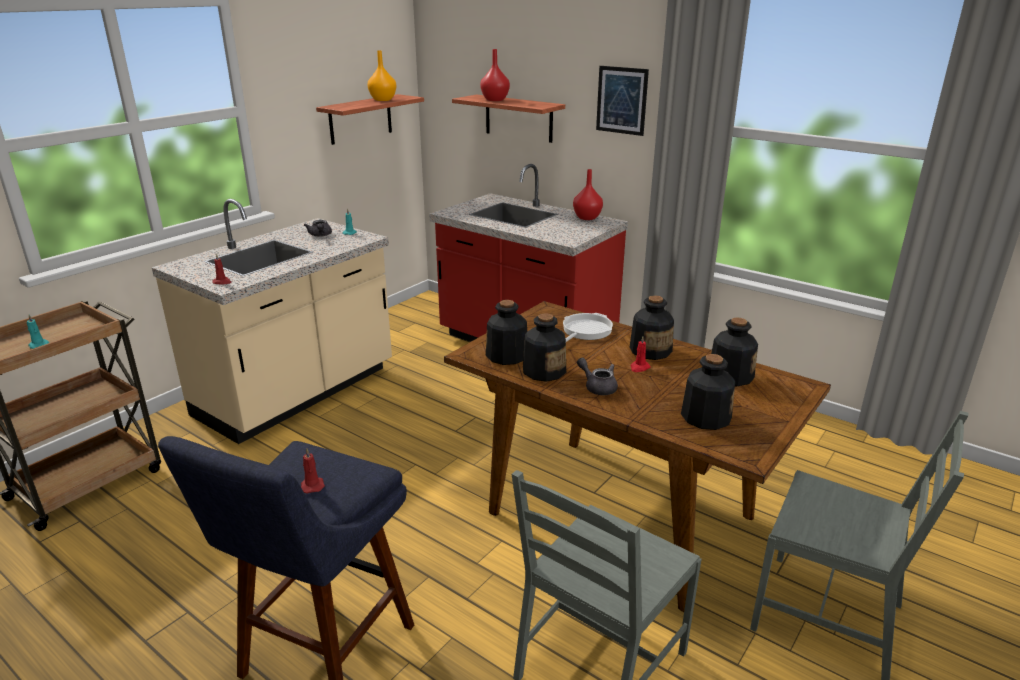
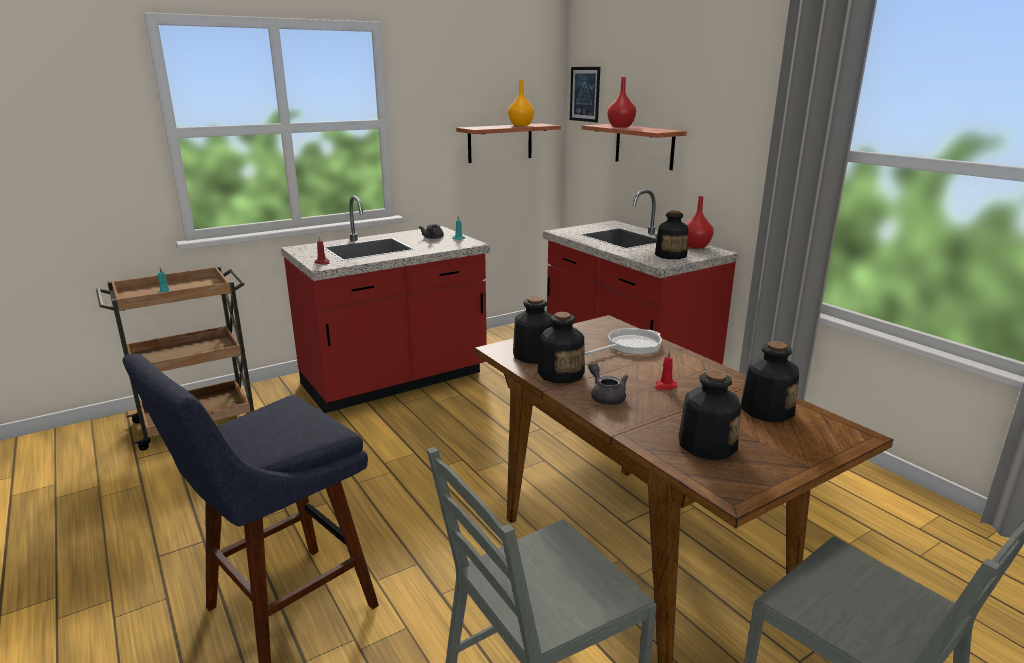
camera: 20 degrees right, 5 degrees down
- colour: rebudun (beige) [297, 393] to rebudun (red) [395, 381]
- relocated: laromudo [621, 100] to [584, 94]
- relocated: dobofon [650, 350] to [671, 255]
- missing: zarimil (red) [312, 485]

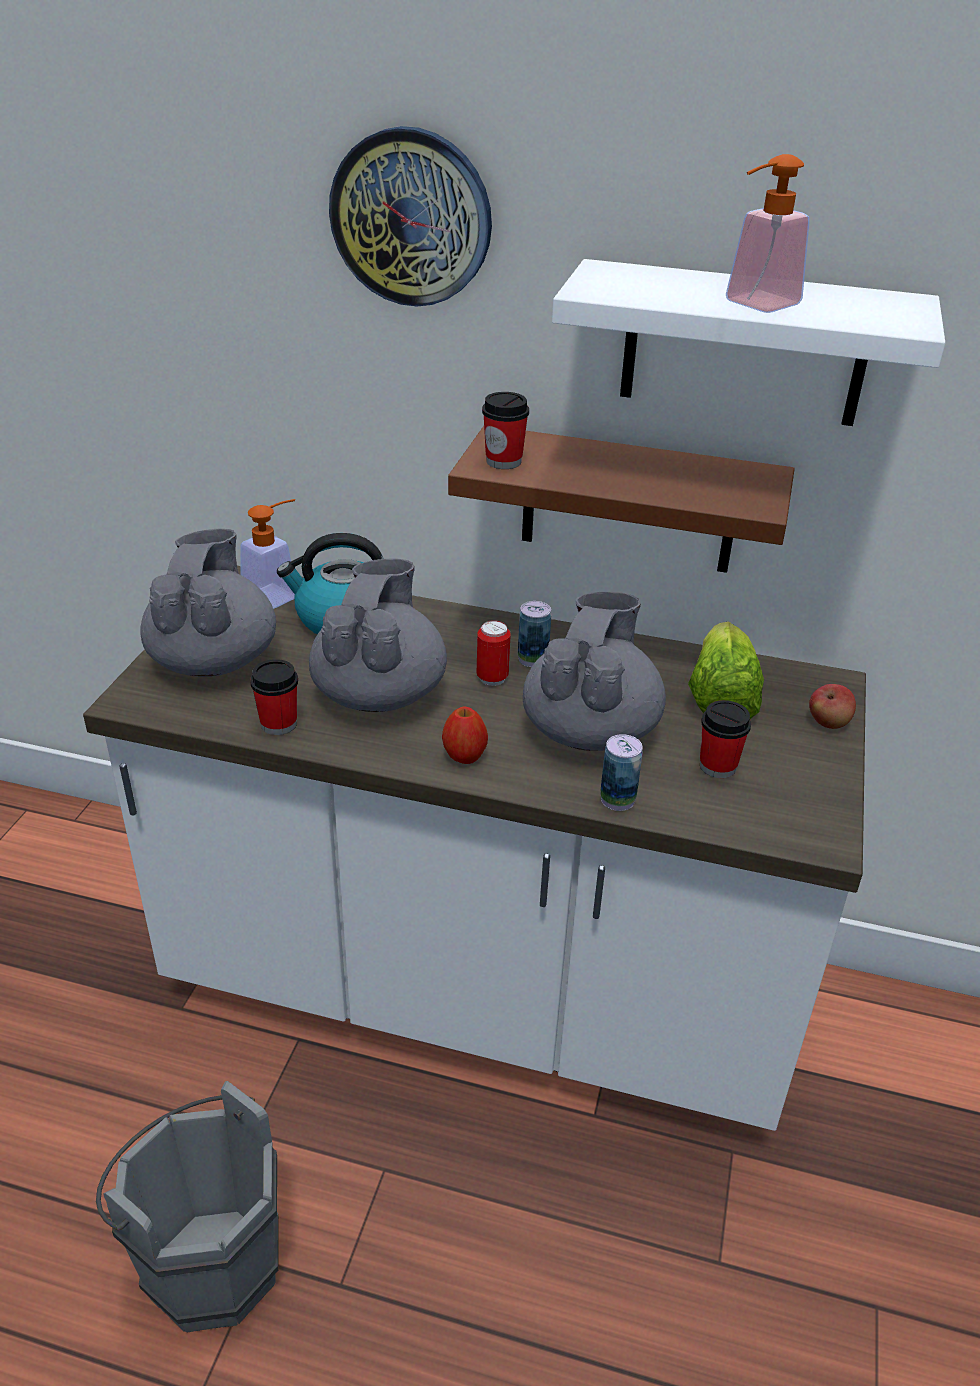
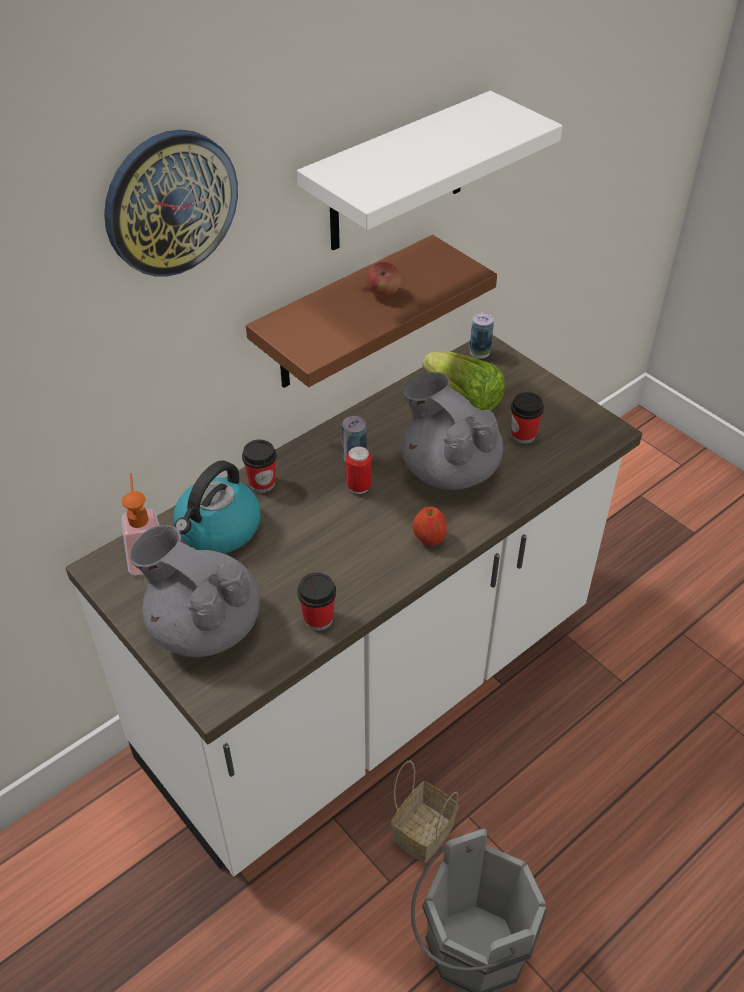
camera: 55 degrees left, 10 degrees up
- relocated: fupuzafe [503, 461] to [262, 483]
- relocated: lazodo [828, 723] to [383, 293]
- appeared: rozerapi [423, 830]
- relocated: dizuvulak [617, 799] to [479, 352]
- missing: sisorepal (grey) [379, 693]
- missing: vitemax [754, 306]

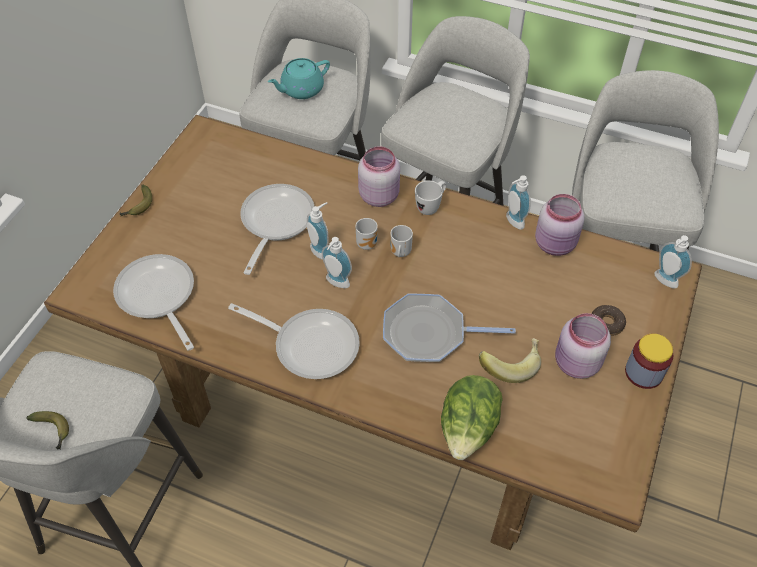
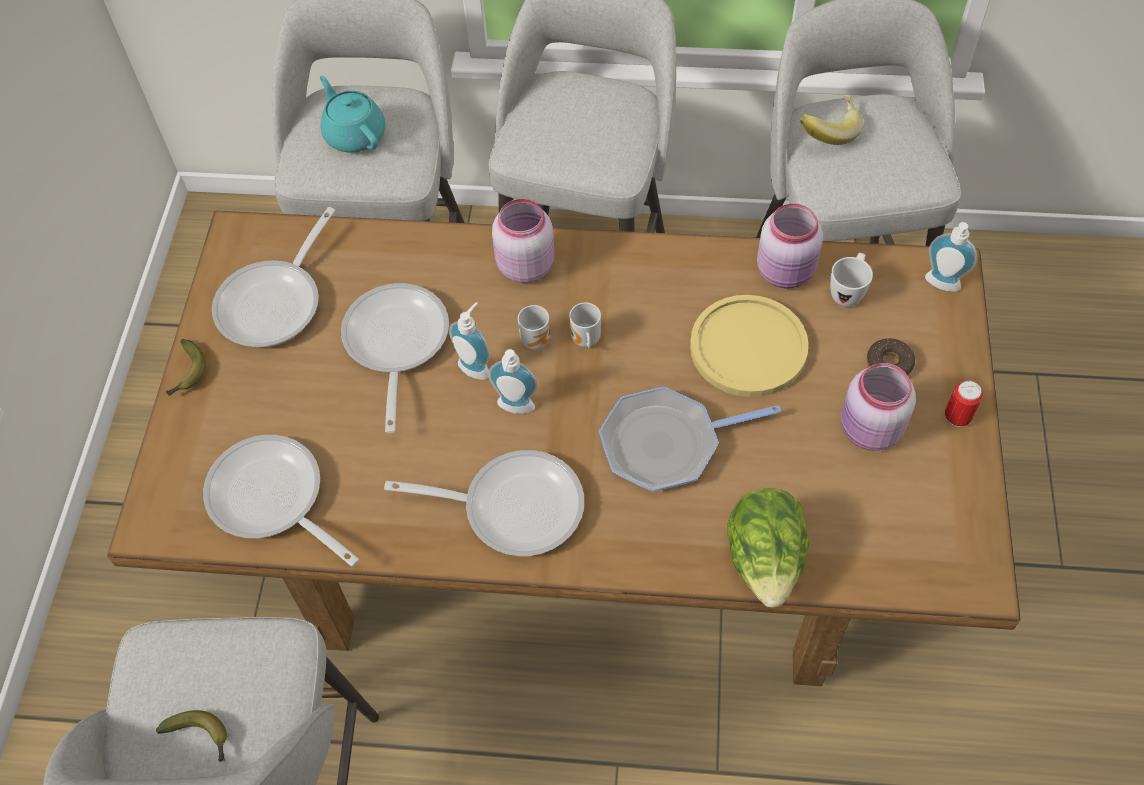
camera: 15 degrees left, 5 degrees up
- appeared: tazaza [276, 302]
- spun: sisorepal (turquoise) [301, 90] = [354, 134] 105 degrees clockwise
- appeared: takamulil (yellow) [748, 347]
- relocated: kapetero [509, 365] to [828, 131]
- relocated: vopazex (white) [431, 206] to [848, 291]
- exchanged: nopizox [643, 372] to dizuvulak [957, 417]
- missing: vitemax [512, 222]

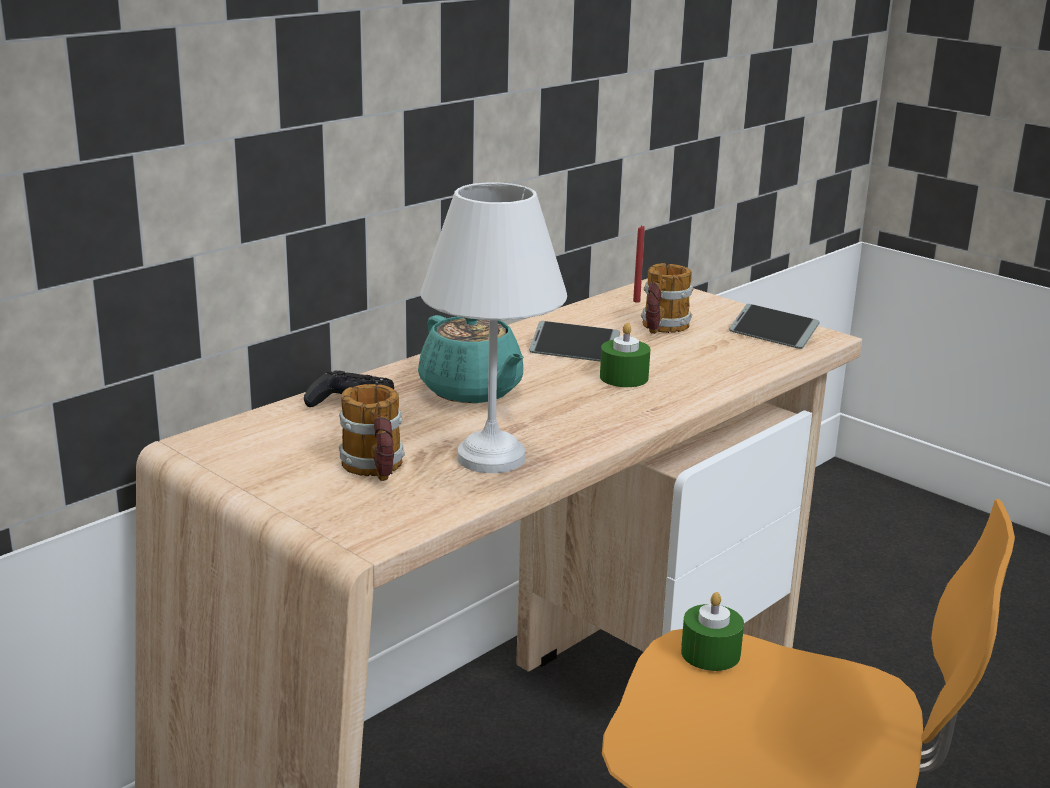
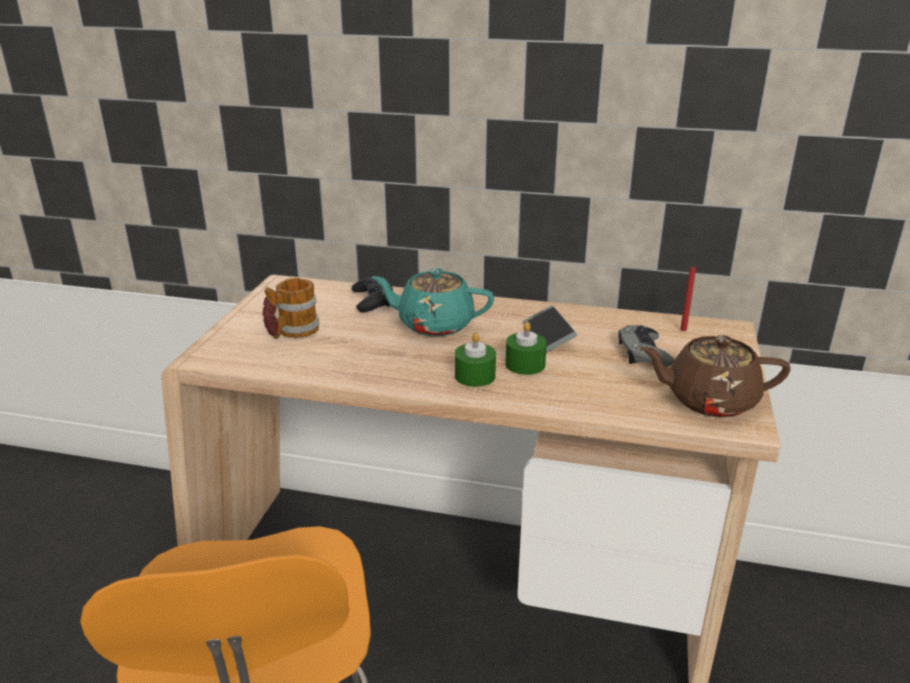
camera: 60 degrees right, 5 degrees up
- spun: sisorepal (turquoise) [472, 391] = [434, 324] 75 degrees clockwise
- relocated: zarimil (green) [710, 653] to [475, 376]
- exchanged: vopazex [661, 328] to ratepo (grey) [643, 353]
- exchanged: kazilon [772, 335] to sisorepal (brown) [709, 400]
- missing: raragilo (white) [491, 459]

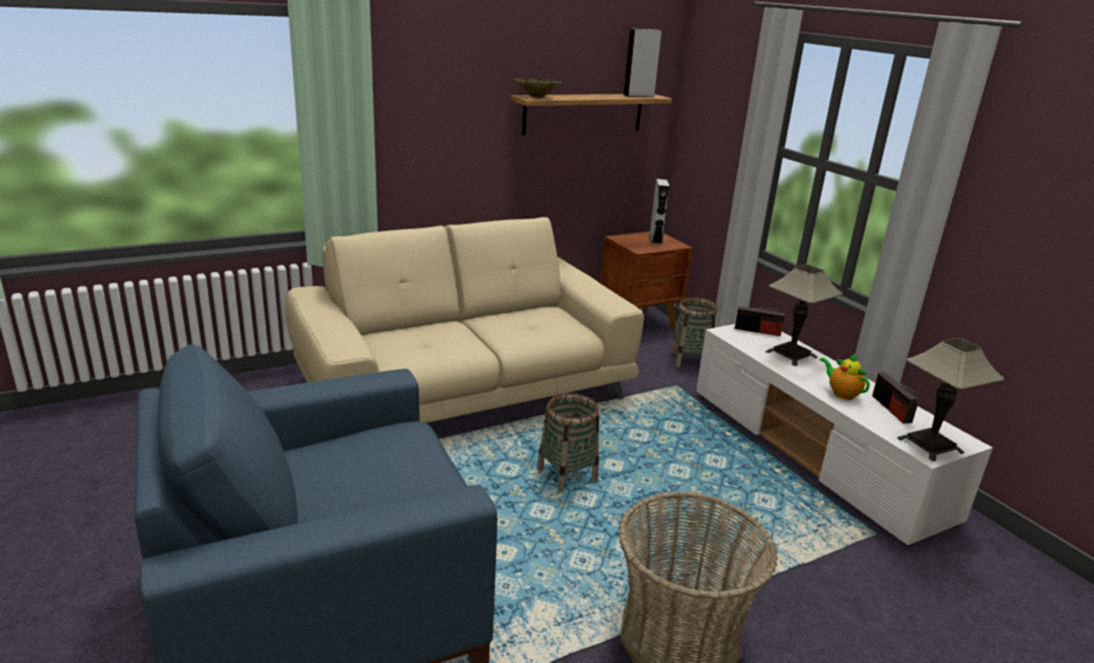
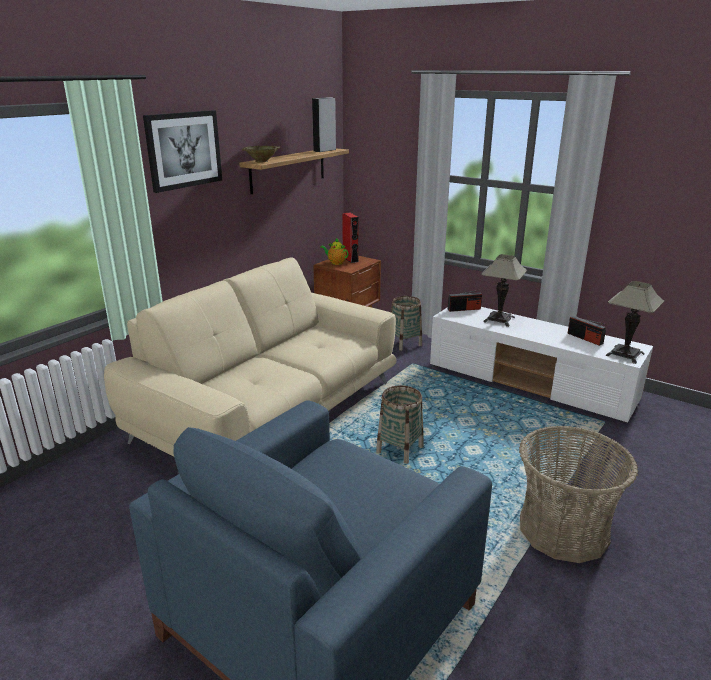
camera: 25 degrees left, 0 degrees up
- appeared: laromudo [184, 150]
- relocated: sisorepal [841, 394] to [335, 262]
- colour: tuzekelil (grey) [655, 239] to tuzekelil (red) [350, 259]

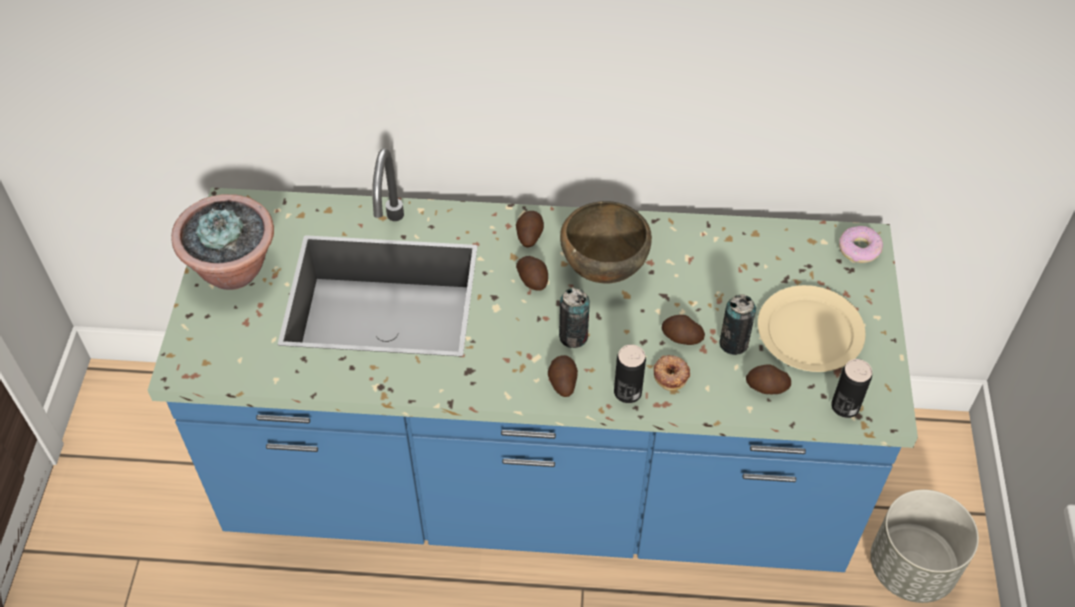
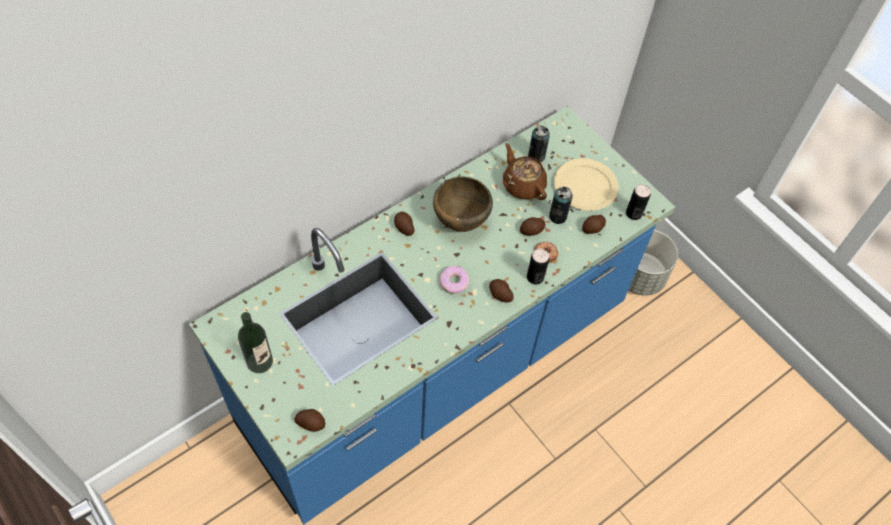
camera: 45 degrees left, 5 degrees up
- exchanged: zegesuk [234, 270] to dobofon [259, 362]
- relocated: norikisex [532, 279] to [310, 423]
- relocated: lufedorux [859, 249] to [454, 282]
- appeared: sisorepal (brown) [523, 185]
- relocated: dizuvulak [573, 336] to [536, 156]

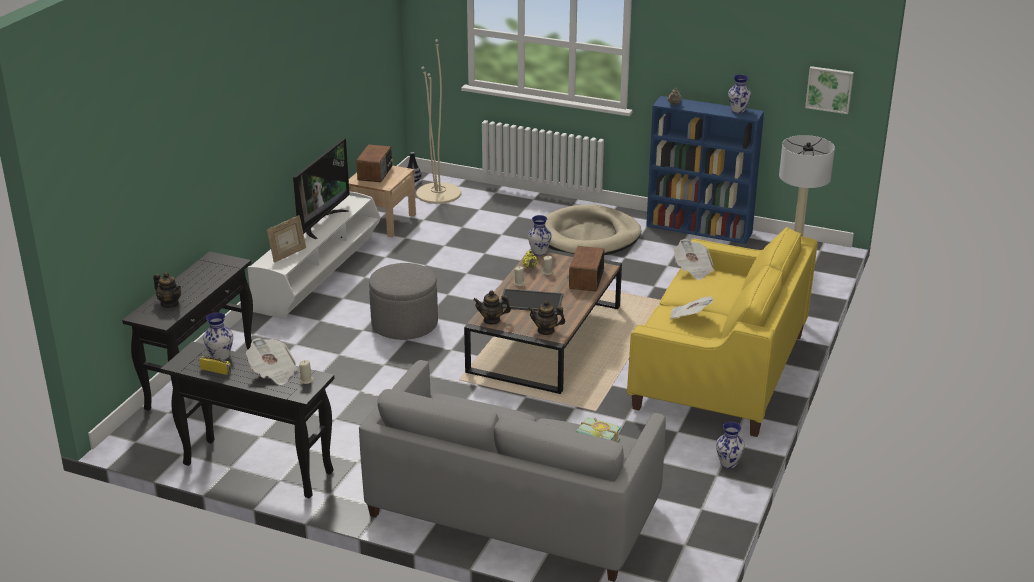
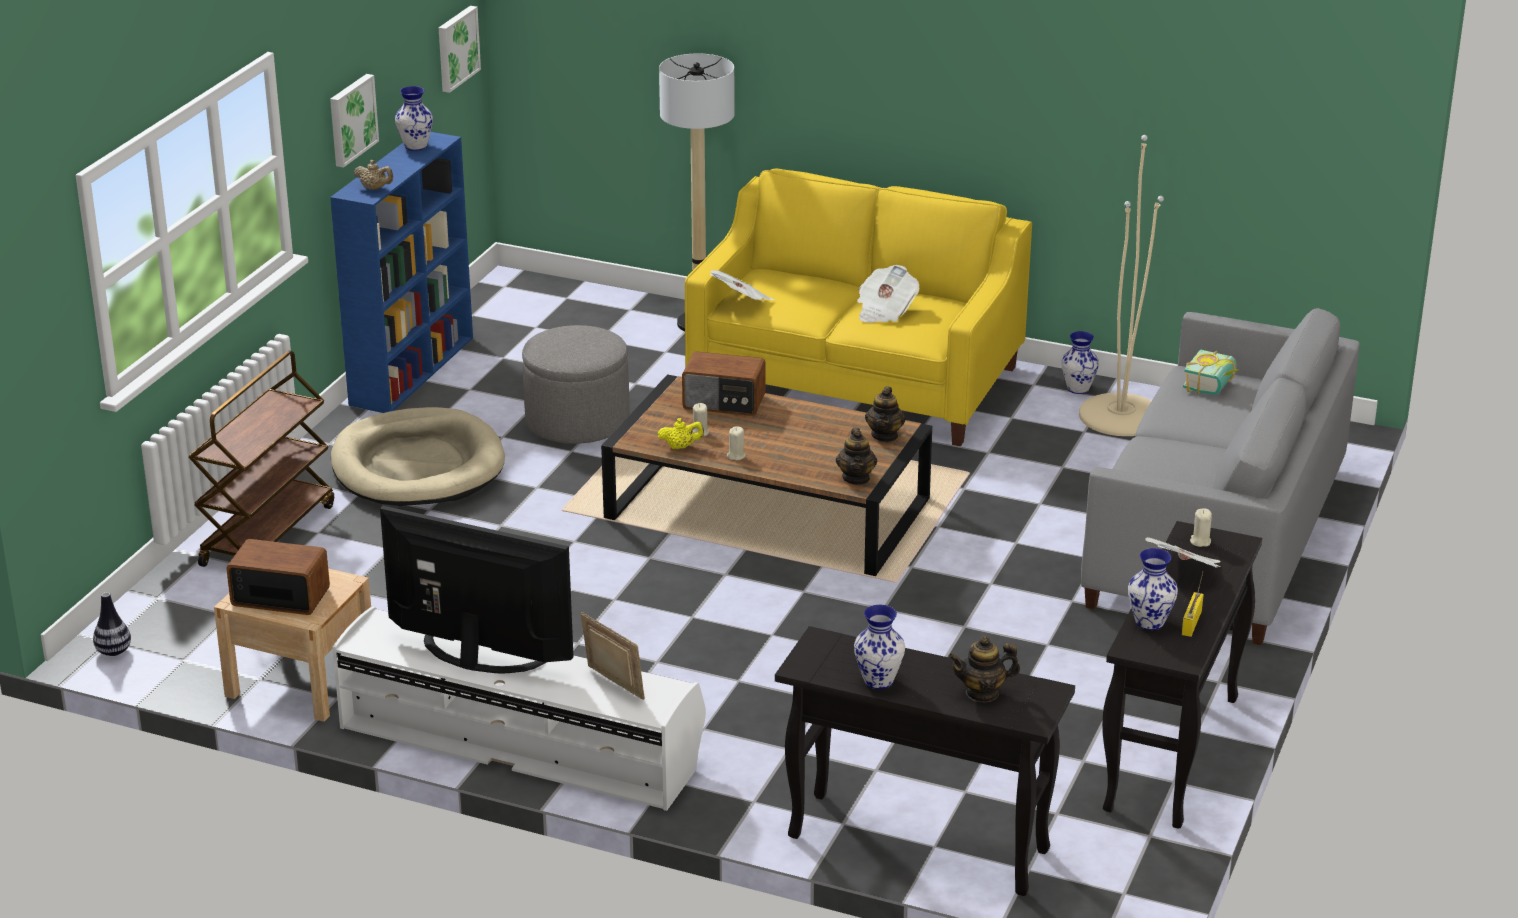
camera: 90 degrees left, 0 degrees up
- appeared: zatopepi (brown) [267, 534]
- appeared: laromudo [351, 119]
- relocated: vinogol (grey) [404, 324] to [577, 421]
- relocated: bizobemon [539, 252] to [878, 681]
- spun: sisorepal [170, 303] = [982, 693] 135 degrees counterclockwise
- relocated: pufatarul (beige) [438, 193] to [1120, 415]
- missing: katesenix [530, 302]

